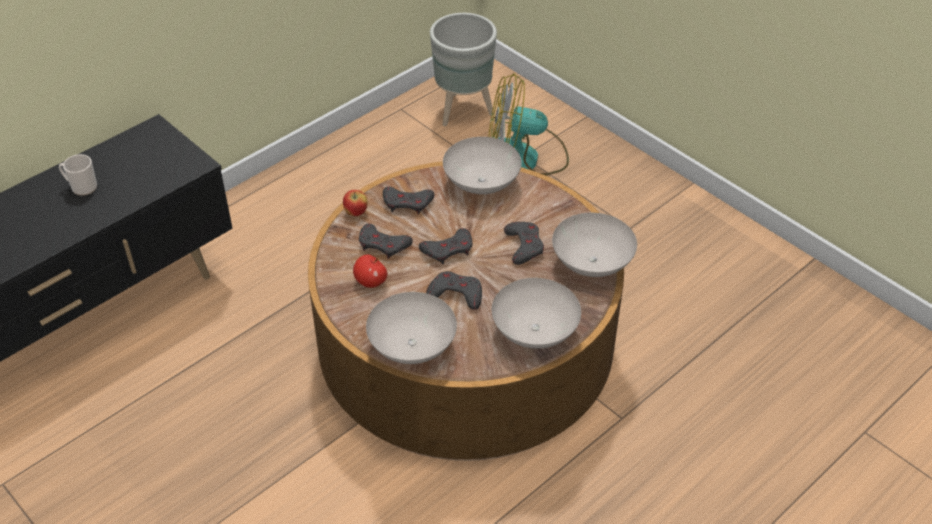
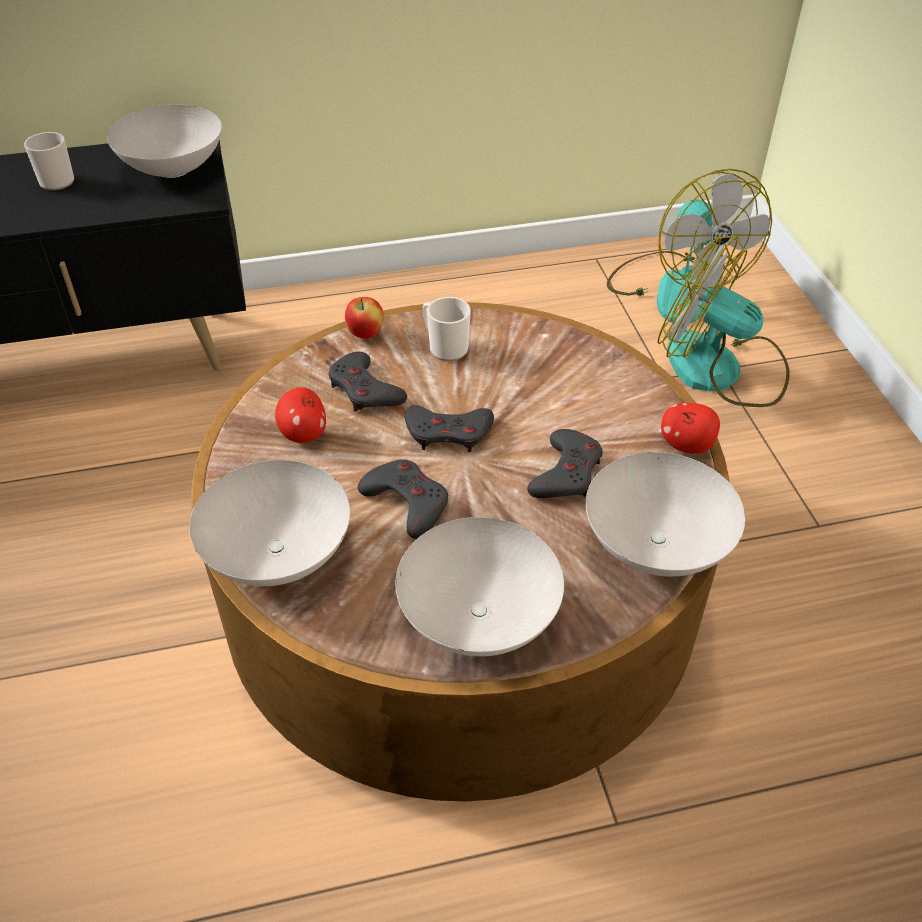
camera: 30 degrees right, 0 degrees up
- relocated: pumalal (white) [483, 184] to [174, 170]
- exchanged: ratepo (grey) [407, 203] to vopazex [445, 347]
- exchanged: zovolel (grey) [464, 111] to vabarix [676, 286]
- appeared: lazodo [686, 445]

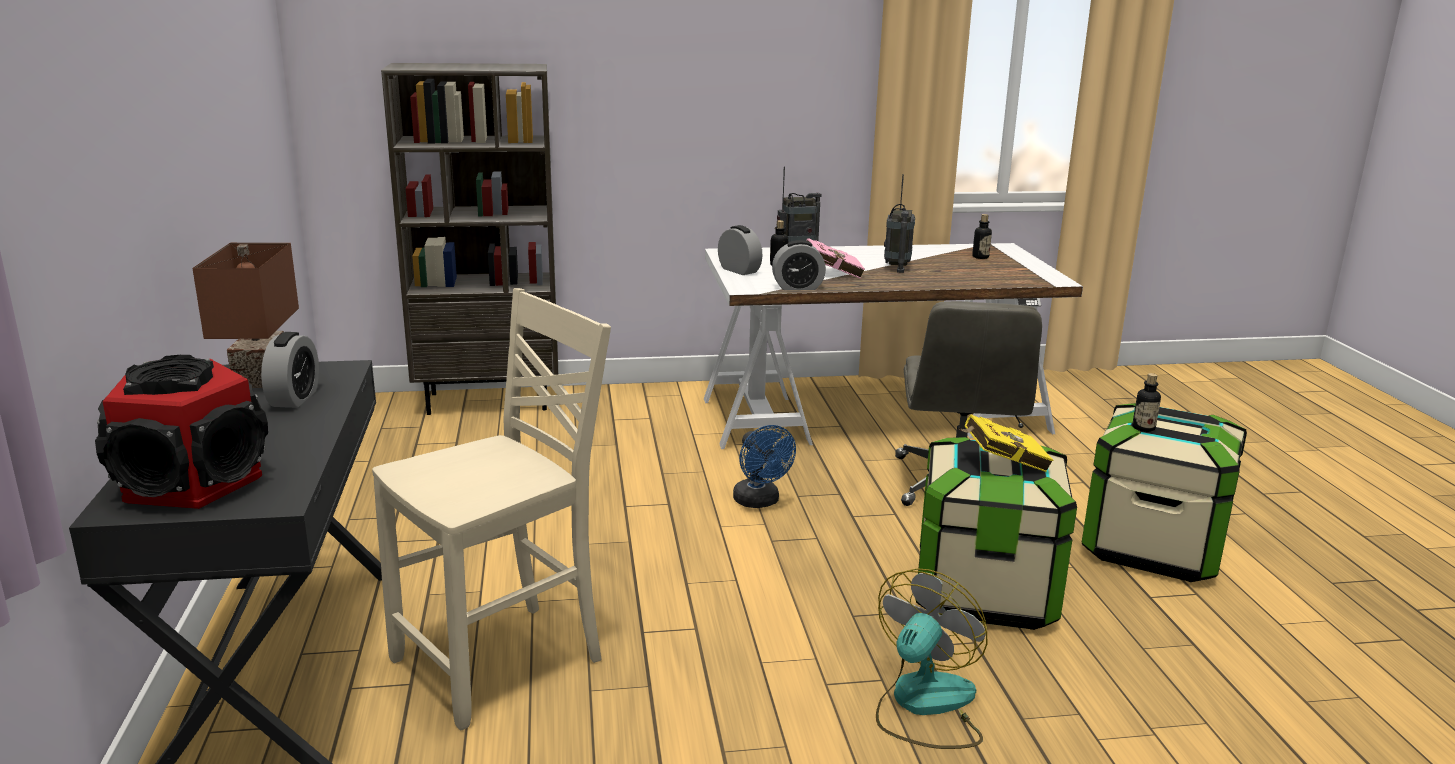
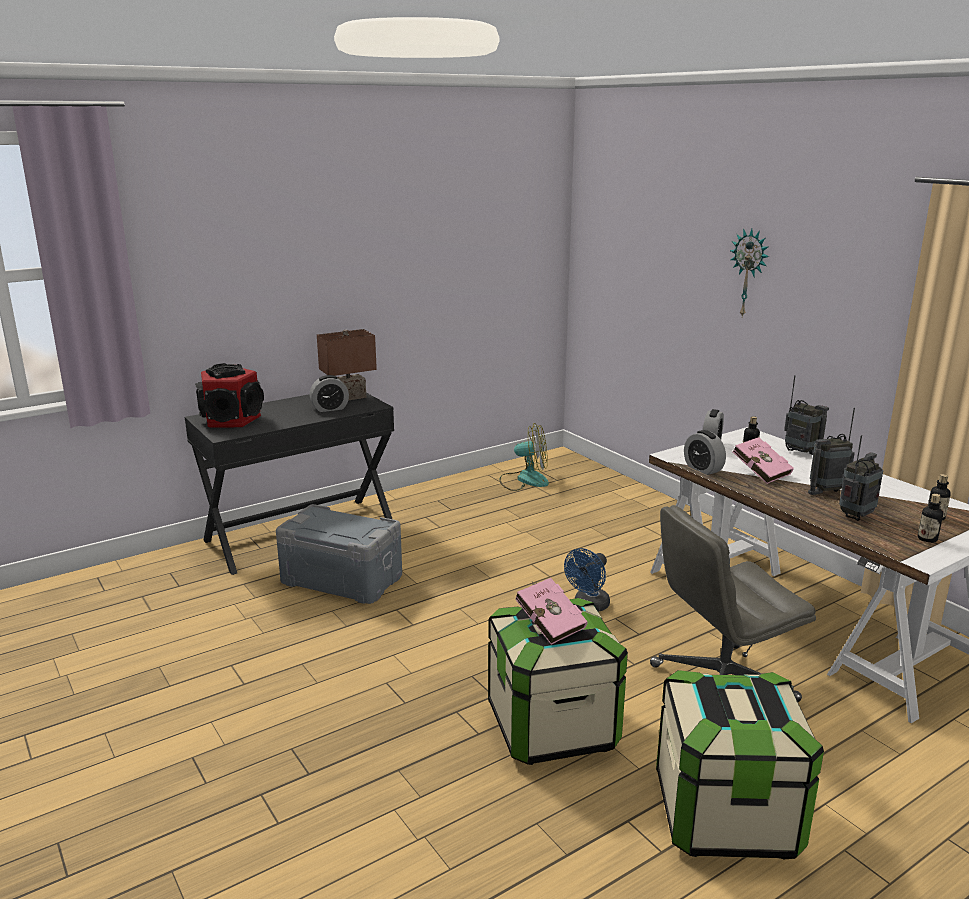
camera: 65 degrees right, 0 degrees up
- exchanged: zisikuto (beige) [503, 661] to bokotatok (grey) [341, 580]
- relocated: vabarix [924, 705] to [524, 480]
- colour: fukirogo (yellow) [1001, 462] to fukirogo (pink) [549, 624]
- appeared: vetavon [749, 273]
- appeared: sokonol [856, 516]
- relocated: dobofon [1143, 428] to [927, 539]
- missing: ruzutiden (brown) [489, 401]

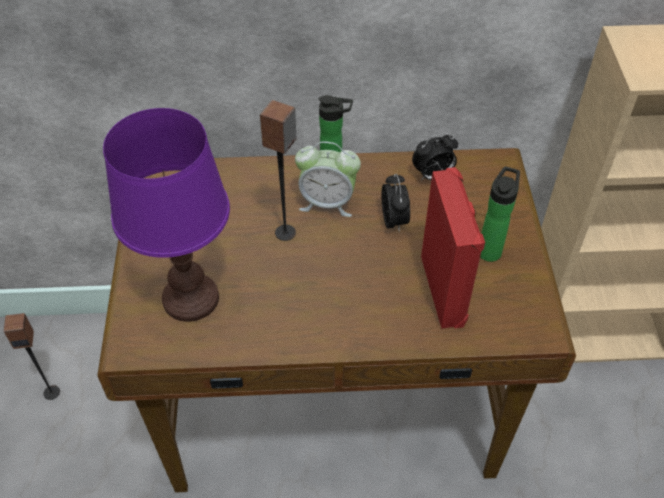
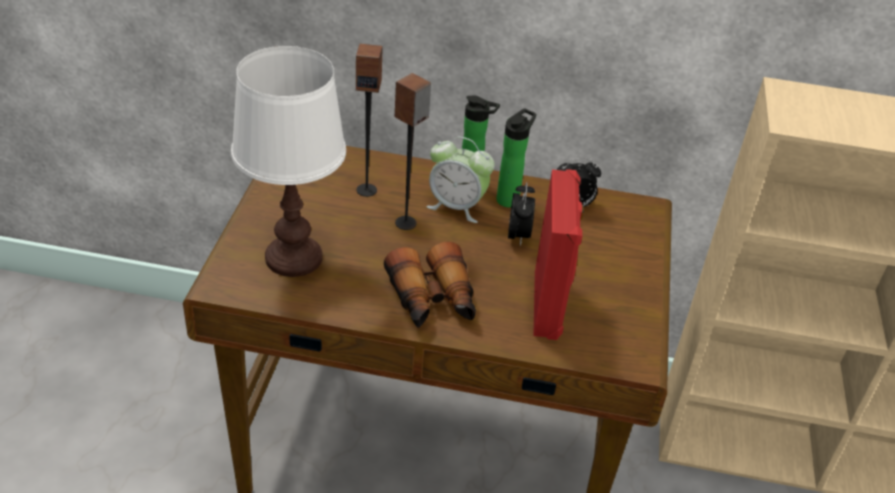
camera: 10 degrees right, 10 degrees down
- colour: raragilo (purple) [191, 299] to raragilo (white) [294, 258]
- relocated: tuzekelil [52, 392] to [366, 190]
- appeared: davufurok [432, 301]
- relocated: dobofon [490, 250] to [509, 198]

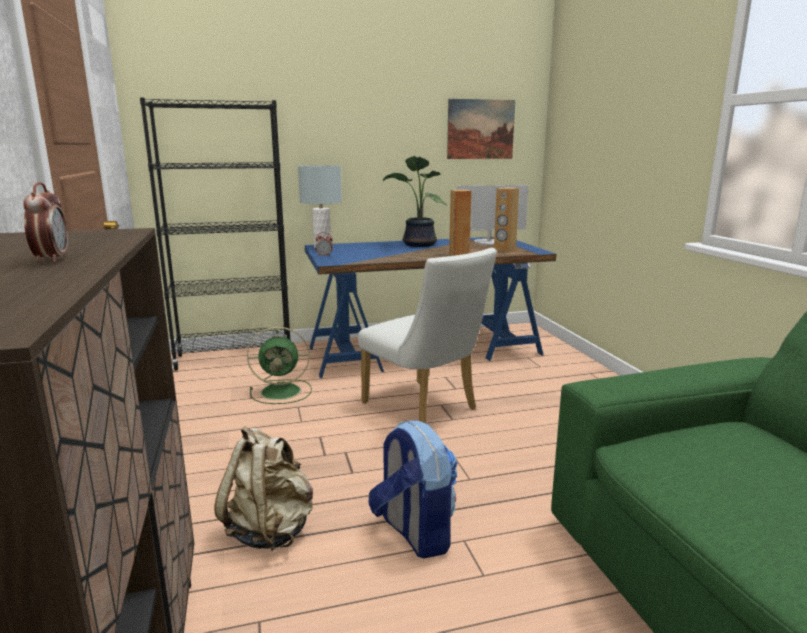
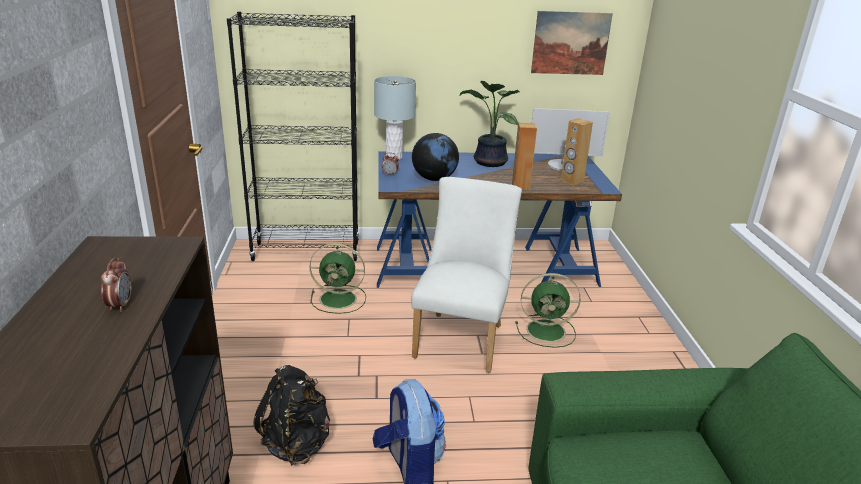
camera: 10 degrees right, 10 degrees up
- colour: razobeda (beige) [270, 530] to razobeda (black) [297, 443]
- spun: zisikuto (white) [425, 408] = [461, 337] 135 degrees counterclockwise
- appeared: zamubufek [434, 179]
- appeared: vabarix (green) [547, 331]

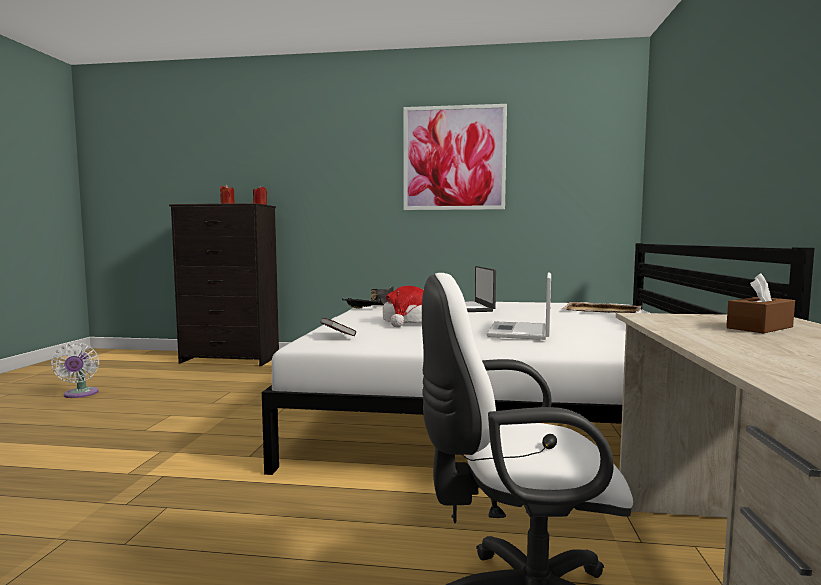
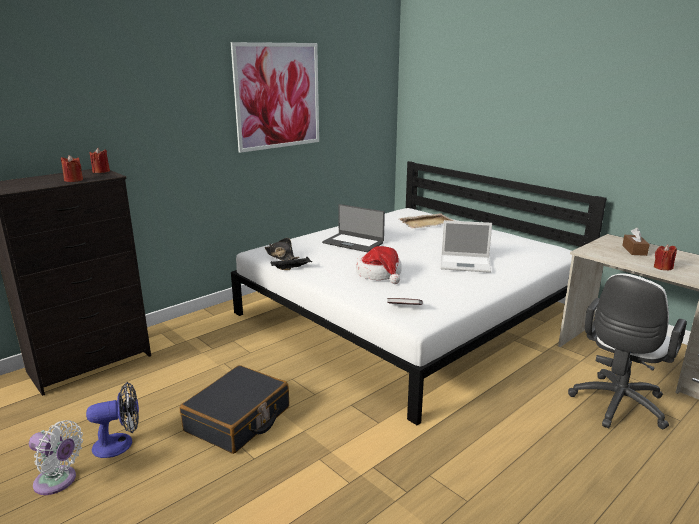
camera: 50 degrees left, 15 degrees up
- appeared: vabarix [120, 444]
- appeared: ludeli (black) [238, 419]
- spun: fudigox [520, 332] = [466, 264] 45 degrees counterclockwise
- appeared: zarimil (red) [662, 267]

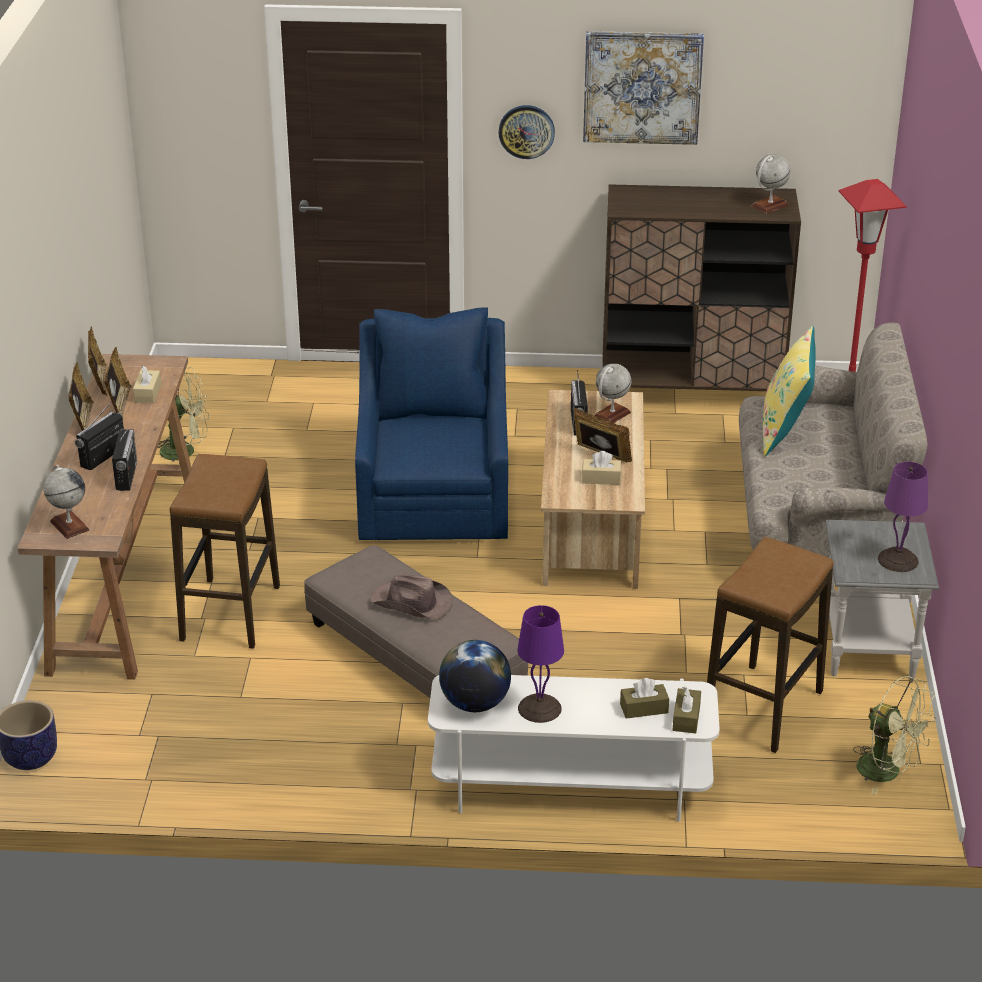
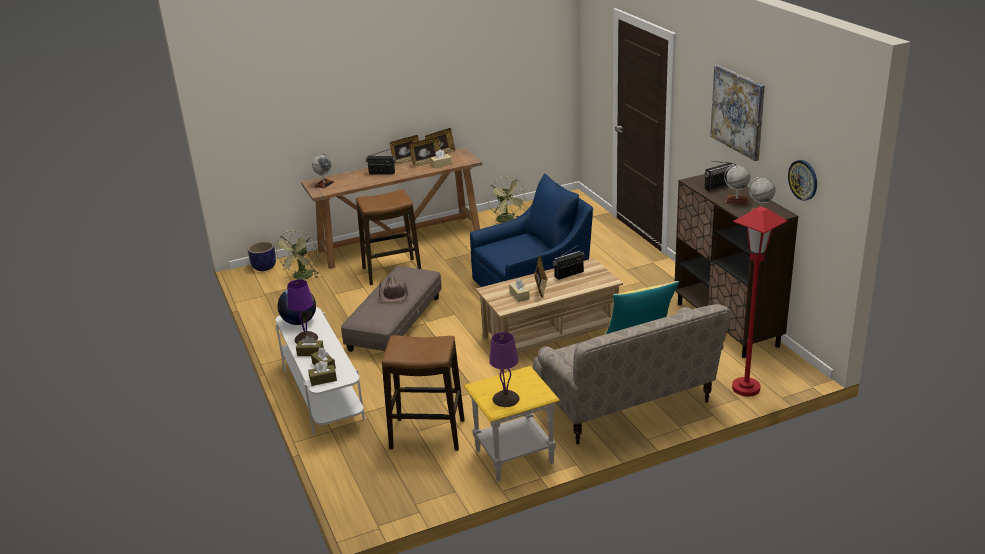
camera: 65 degrees right, 5 degrees down
- relocated: vabarix (green) [888, 772] to [302, 278]
- appeared: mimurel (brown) [310, 352]
- colour: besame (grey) [868, 649] to besame (yellow) [513, 457]
- relocated: sokonol [126, 476] to [719, 186]
- relocated: zamubufek [612, 415] to [736, 201]
- relocated: vetavon [526, 131] to [803, 179]

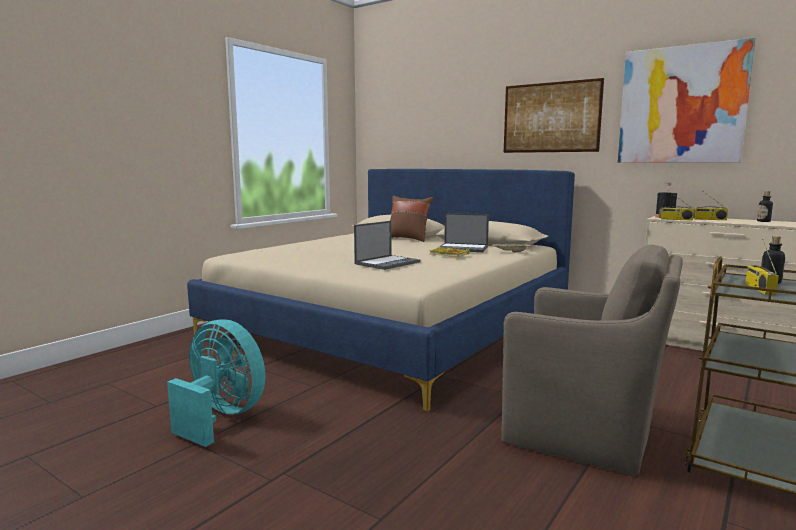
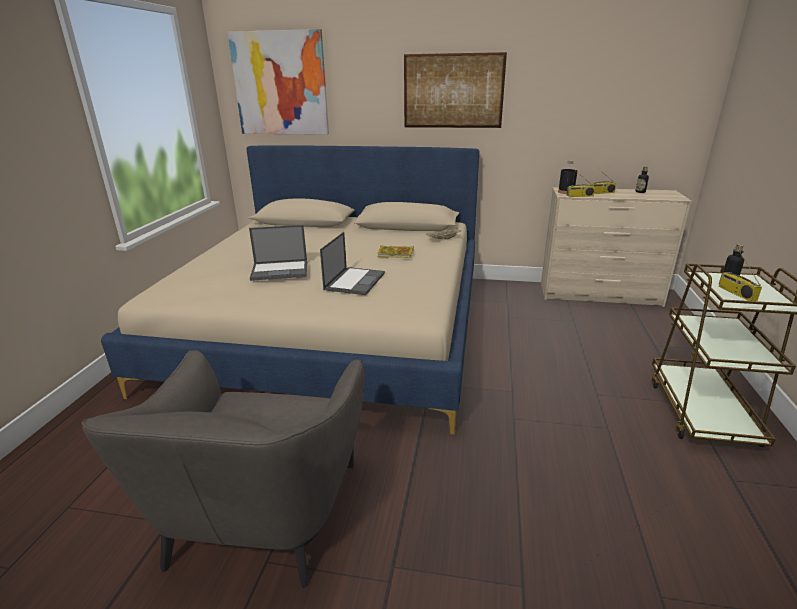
camera: 25 degrees left, 15 degrees up
- exchanged: vabarix (turquoise) [221, 417] to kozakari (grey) [262, 512]
- relocated: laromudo [681, 105] to [280, 84]
- relocated: fudigox [463, 248] to [280, 270]
- missing: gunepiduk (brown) [408, 239]
- missing: kozakari (brown) [584, 433]

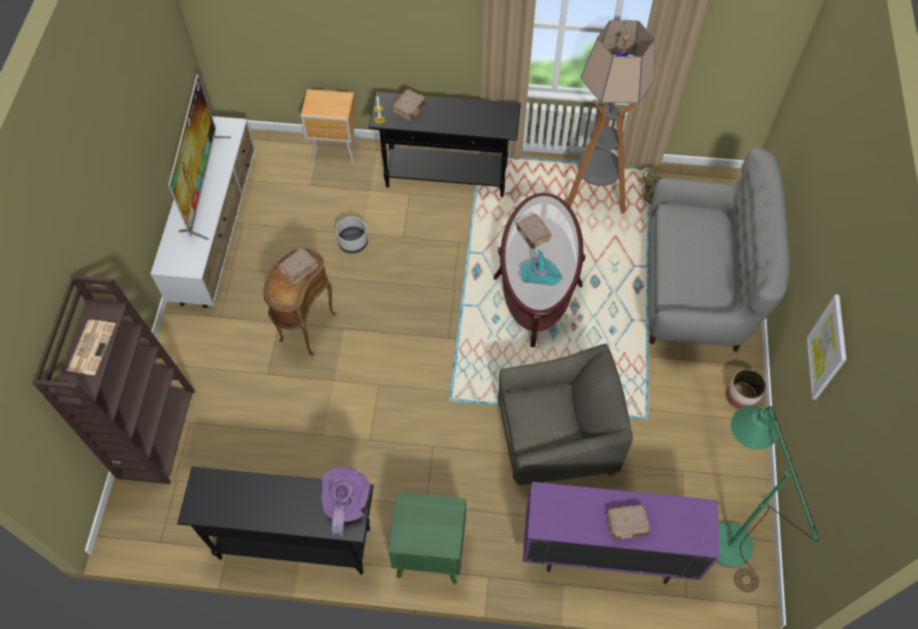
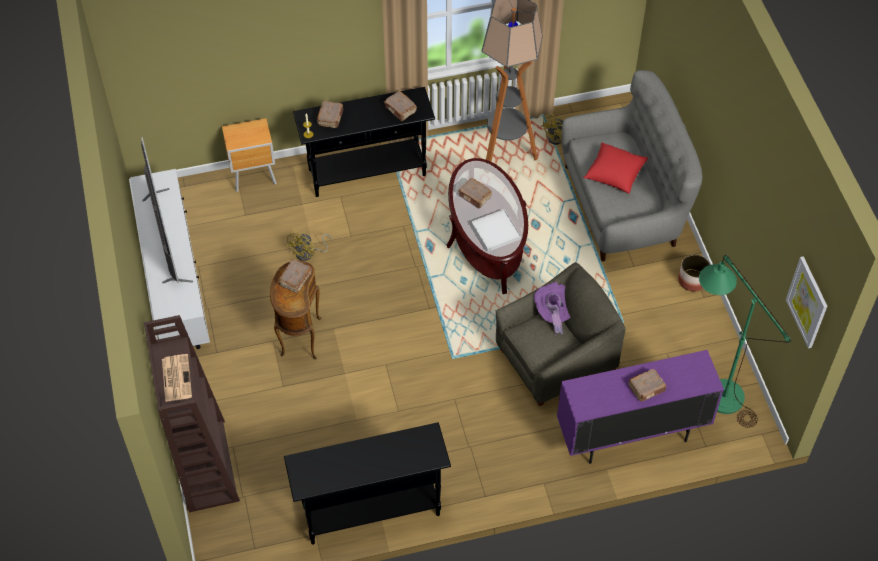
camera: 20 degrees left, 5 degrees down
- exchanged: zovolel (grey) [353, 243] to vabarix (yellow) [308, 253]
- appeared: fukirogo (brown) [400, 110]
- exchanged: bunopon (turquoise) [539, 280] to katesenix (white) [496, 232]
- relocated: bunopon (purple) [345, 502] to [553, 313]
- appeared: gunepiduk (red) [614, 174]
- relocated: laromudo [827, 348] to [807, 302]
- missing: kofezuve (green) [428, 553]

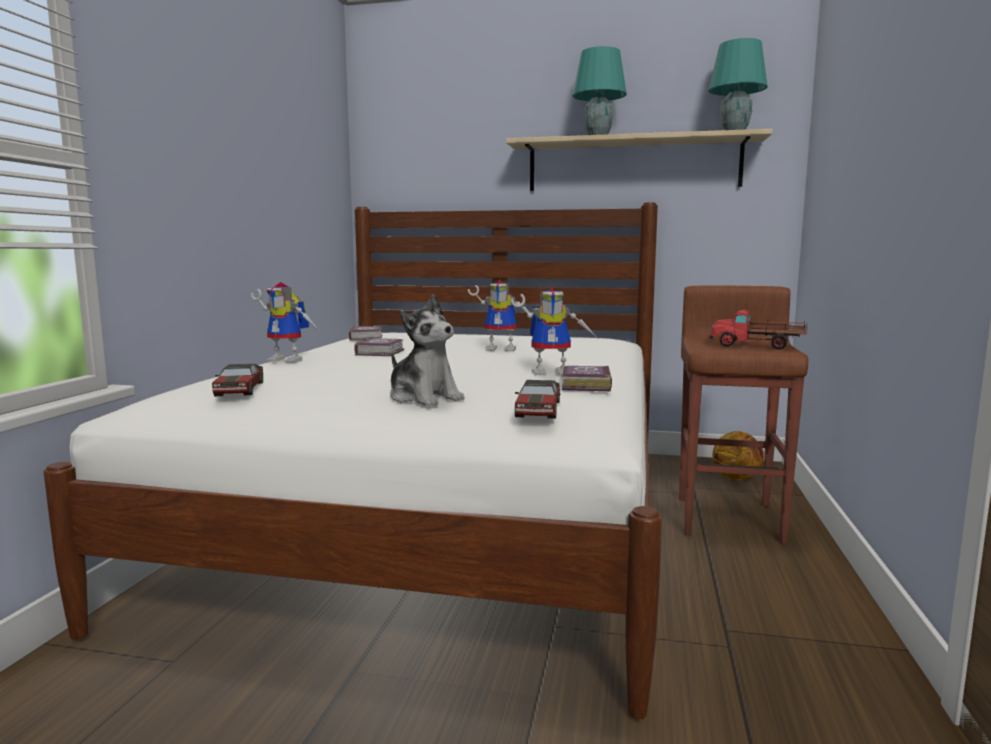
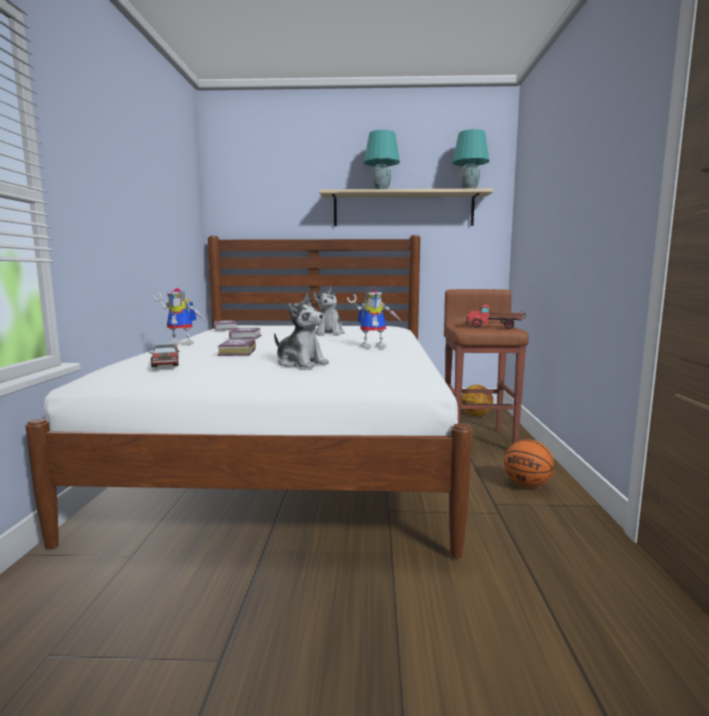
camera: 10 degrees left, 0 degrees up
- relocated: fukirogo [584, 385] to [236, 352]
- exchanged: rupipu [503, 349] to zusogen [329, 333]
- appeared: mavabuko [527, 485]
- missing: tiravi [538, 410]

